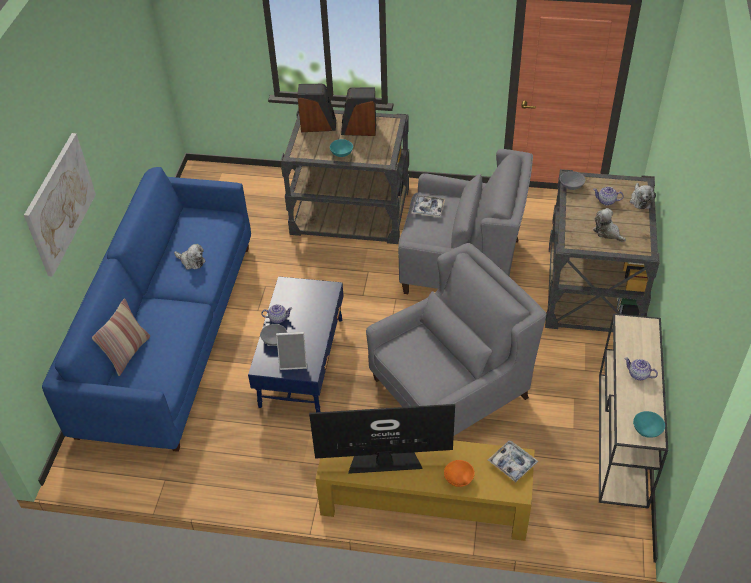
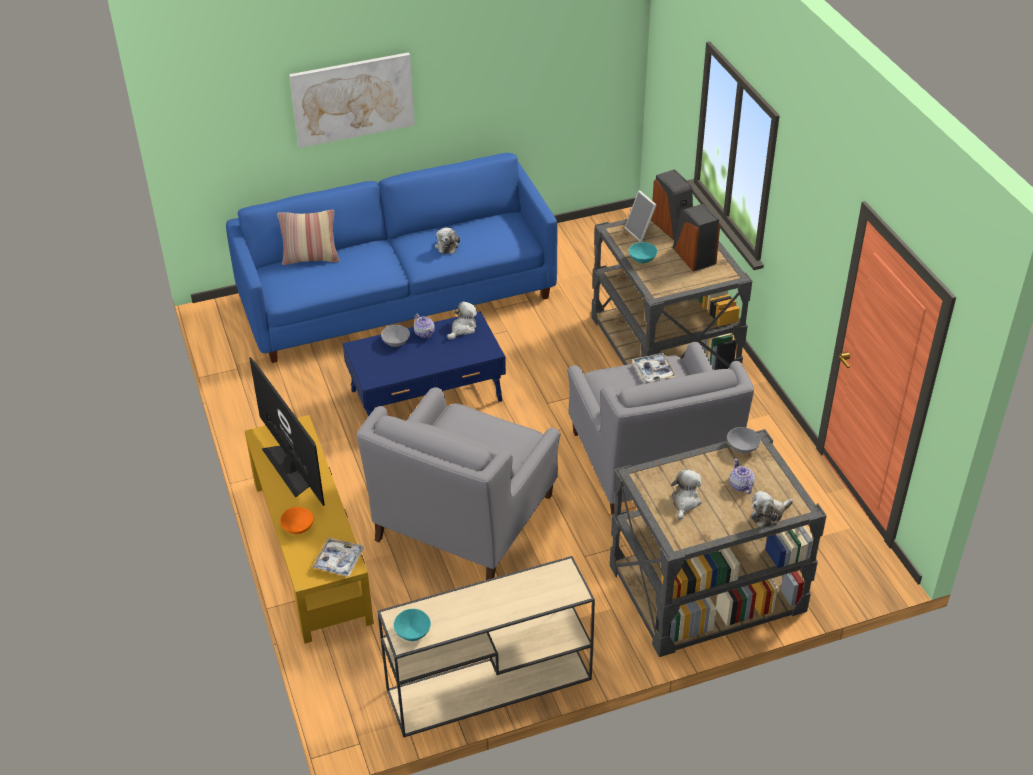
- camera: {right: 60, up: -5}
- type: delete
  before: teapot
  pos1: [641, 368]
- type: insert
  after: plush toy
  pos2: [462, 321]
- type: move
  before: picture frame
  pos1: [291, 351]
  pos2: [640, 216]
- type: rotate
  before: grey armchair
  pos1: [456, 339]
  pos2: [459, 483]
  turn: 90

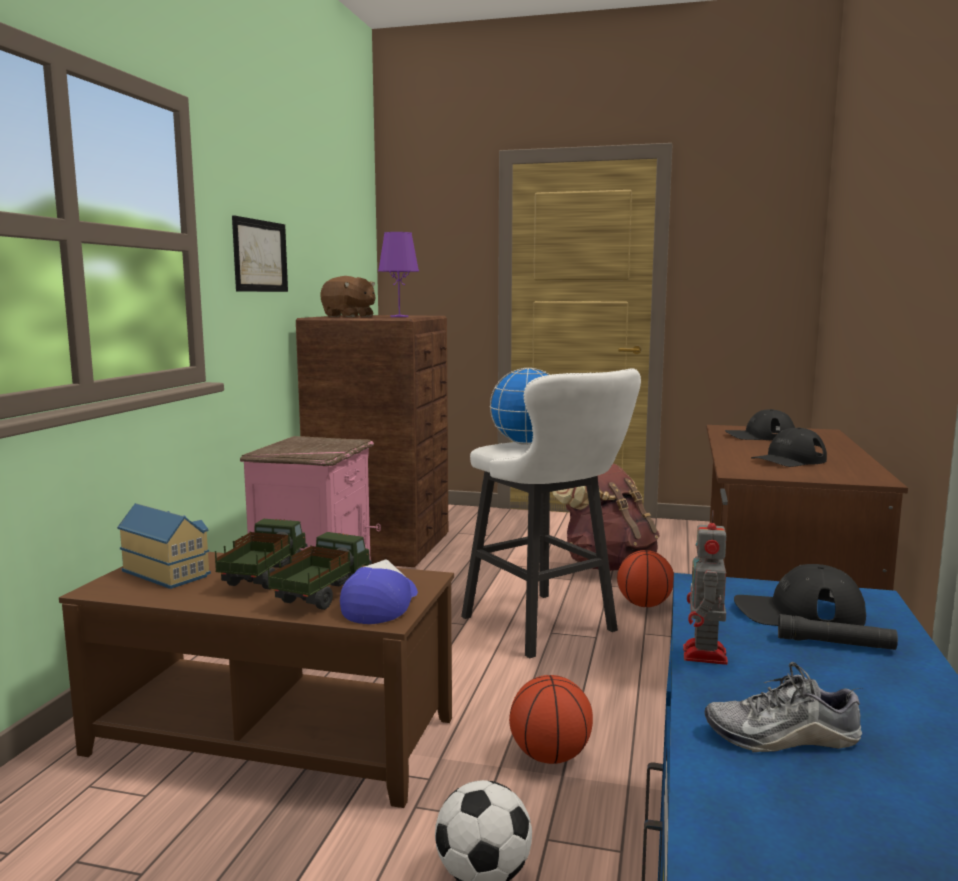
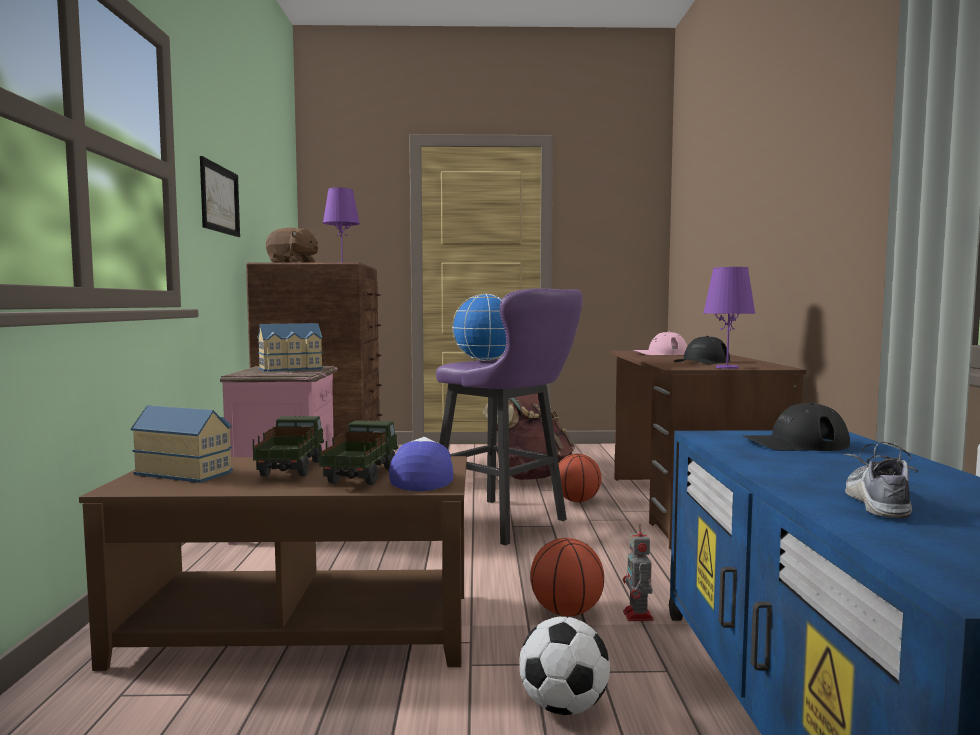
- camera: {right: -15, up: -5}
- type: delete
  before: black flashlight
  pos1: [838, 632]
- type: insert
  after: toy house
  pos2: [290, 347]
- type: insert
  after: purple table lamp
  pos2: [729, 318]
- type: move
  before: toy robot
  pos1: [705, 587]
  pos2: [638, 572]
- type: recolor
  before: white stool
  after: purple stool
  pos1: [551, 513]
  pos2: [509, 417]
- type: recolor
  before: black cap
  after: pink cap
  pos1: [760, 425]
  pos2: [660, 343]
- type: rotate
  before: shoe
  pos1: [783, 707]
  pos2: [881, 480]
  turn: 120

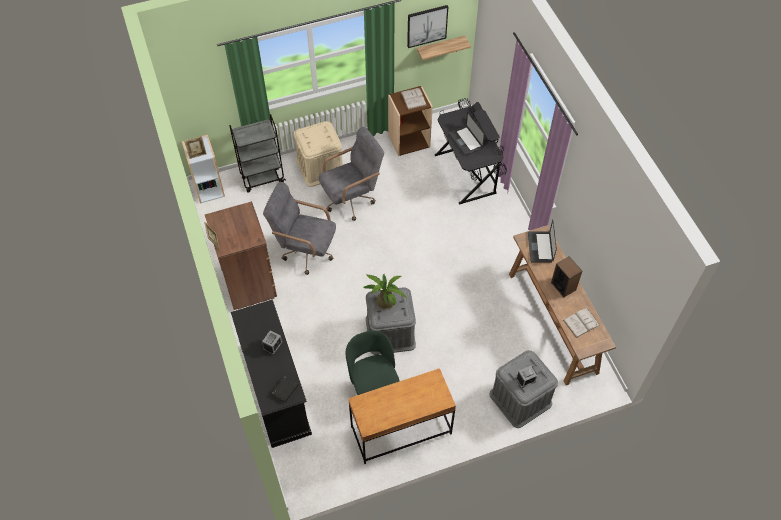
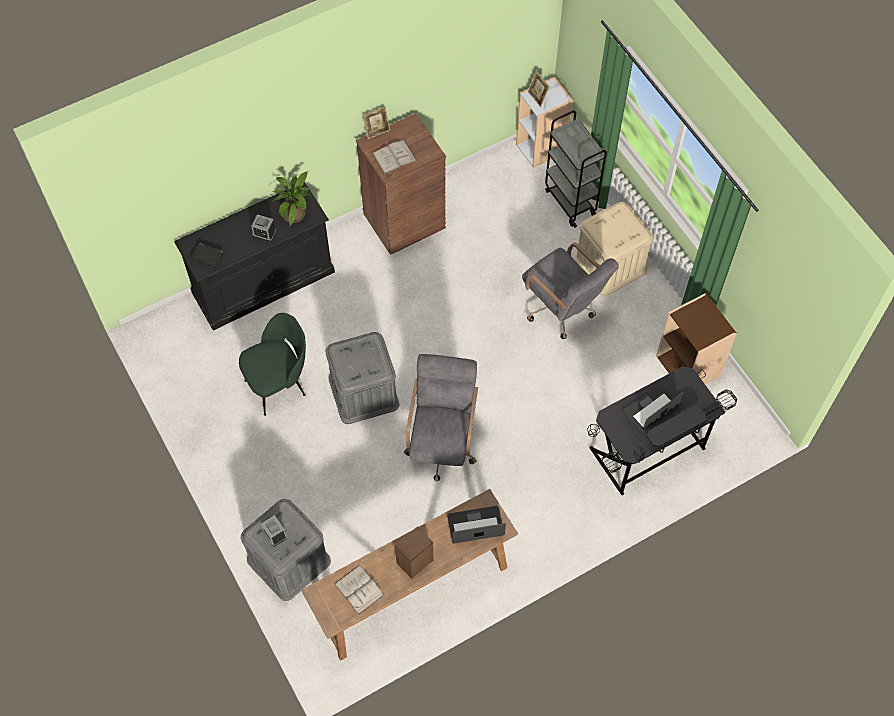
- camera: {right: 80, up: 5}
- type: delete
  before: brown desk
  pos1: [402, 416]
- type: delete
  before: picture
  pos1: [427, 26]
- type: delete
  before: shelf
  pos1: [444, 48]
- type: move
  before: grey office chair
  pos1: [299, 228]
  pos2: [441, 417]
- type: move
  before: potted plant
  pos1: [385, 292]
  pos2: [292, 198]
- type: move
  before: white book
  pos1: [414, 99]
  pos2: [394, 157]

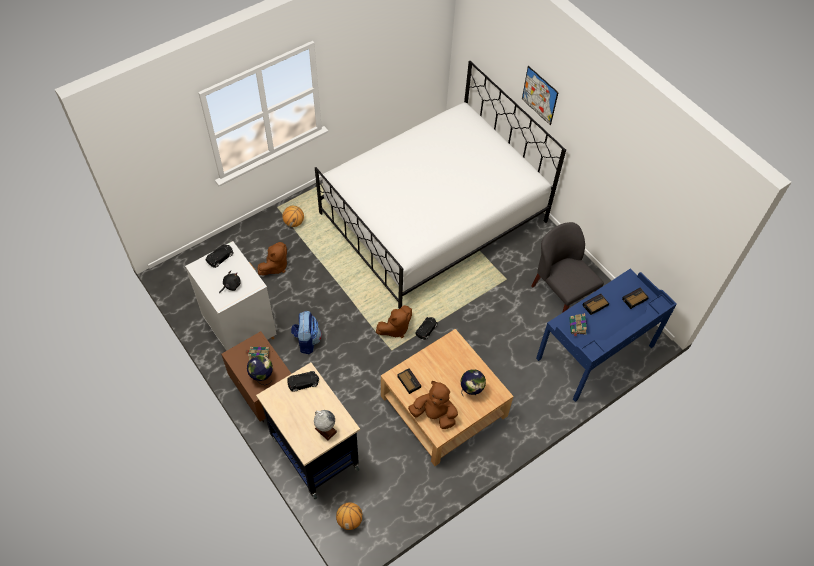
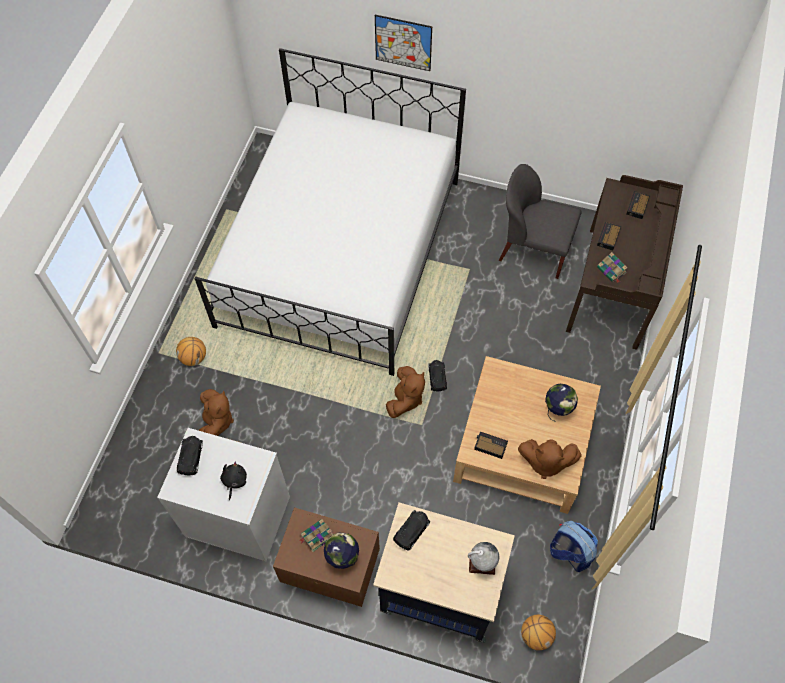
- camera: {right: -35, up: 5}
- type: move
  before: backpack
  pos1: [306, 332]
  pos2: [574, 546]
- type: recolor
  before: blue desk
  after: brown desk
  pos1: [606, 335]
  pos2: [624, 262]
- type: rotate
  before: brown plush toy
  pos1: [433, 405]
  pos2: [550, 459]
  turn: -150

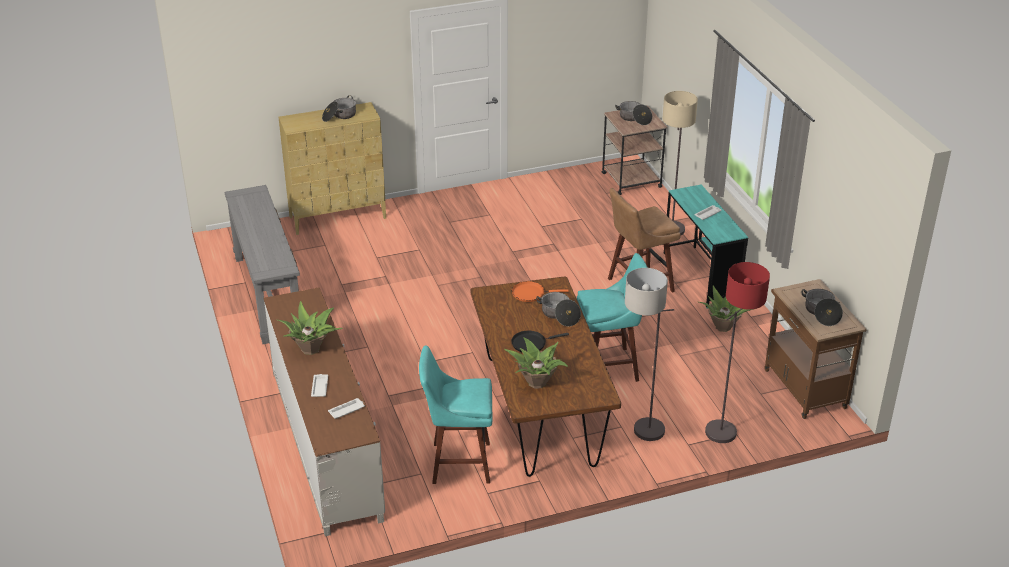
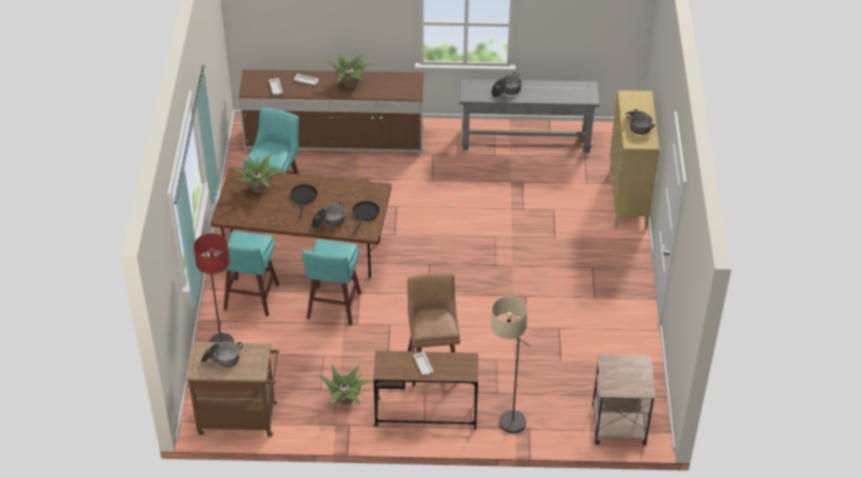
- camera: {right: 110, up: 10}
- type: move
  before: cooking pot
  pos1: [633, 113]
  pos2: [506, 84]
- type: replace
  before: grey floor lamp
  after: turquoise stool
  pos1: [649, 354]
  pos2: [247, 273]
- type: recolor
  before: orange frying pan
  after: black frying pan
  pos1: [540, 291]
  pos2: [366, 217]
- type: recolor
  before: turquoise desk
  after: brown desk
  pos1: [706, 246]
  pos2: [426, 390]

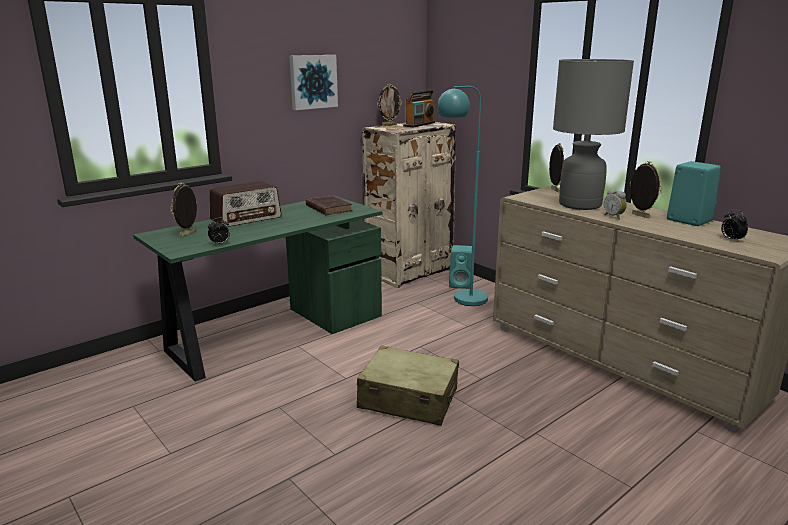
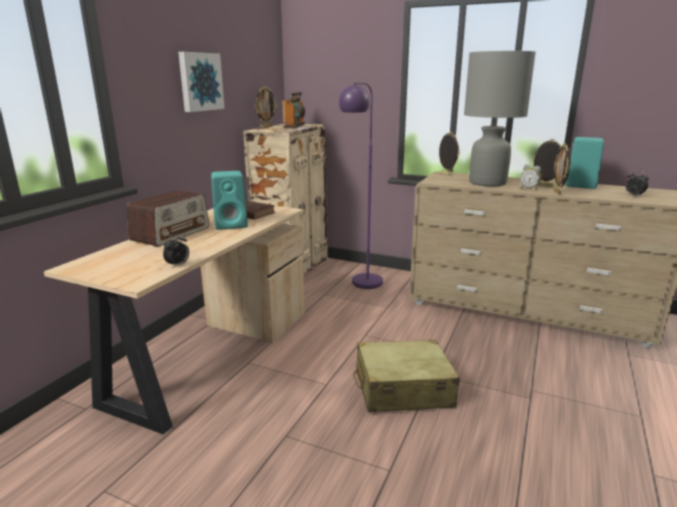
- camera: {right: -25, up: 0}
- type: move
  before: picture frame
  pos1: [183, 209]
  pos2: [562, 169]
- type: move
  before: turquoise speaker
  pos1: [460, 267]
  pos2: [229, 200]
- type: recolor
  before: green desk
  after: beige desk
  pos1: [257, 288]
  pos2: [174, 320]
- type: recolor
  before: turquoise floor lamp
  after: purple floor lamp
  pos1: [463, 196]
  pos2: [361, 185]

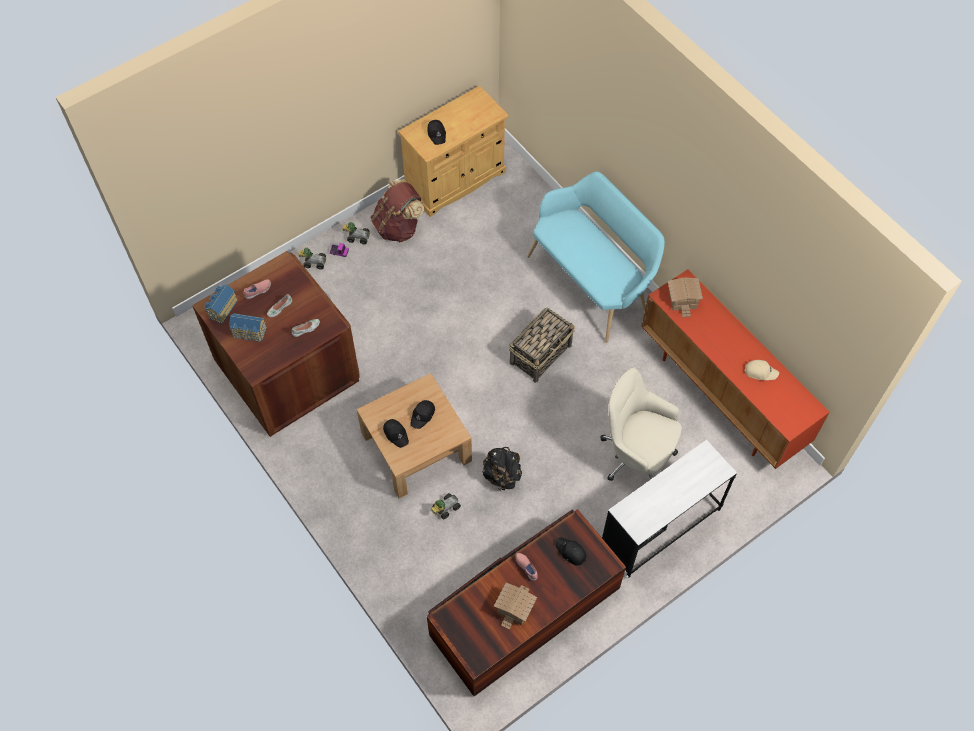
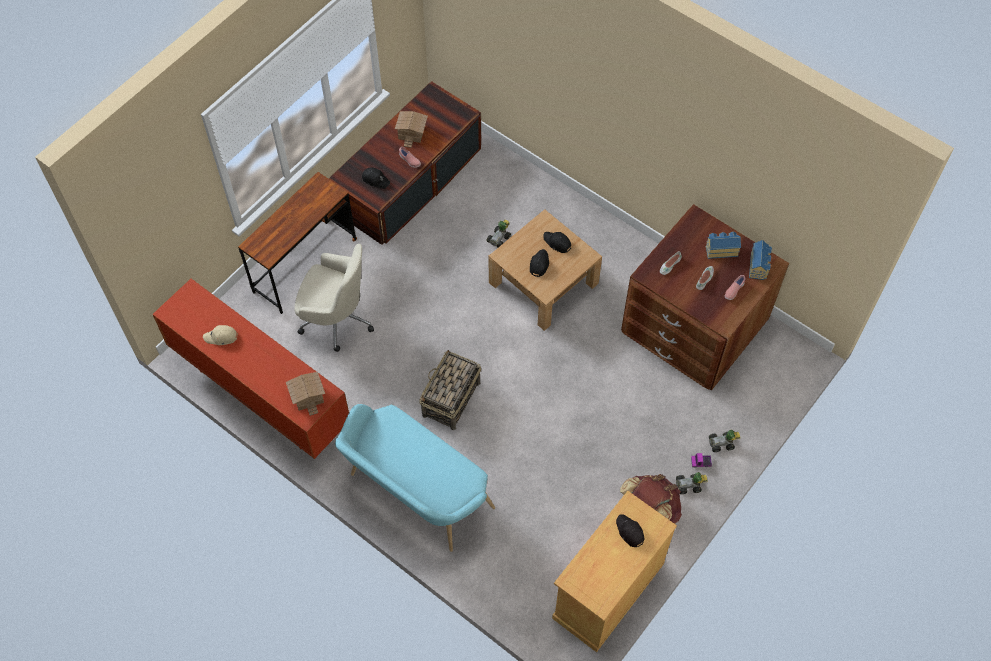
- camera: {right: 165, up: 0}
- type: delete
  before: black backpack
  pos1: [502, 469]
- type: recolor
  before: white desk
  after: brown desk
  pos1: [669, 509]
  pos2: [297, 243]

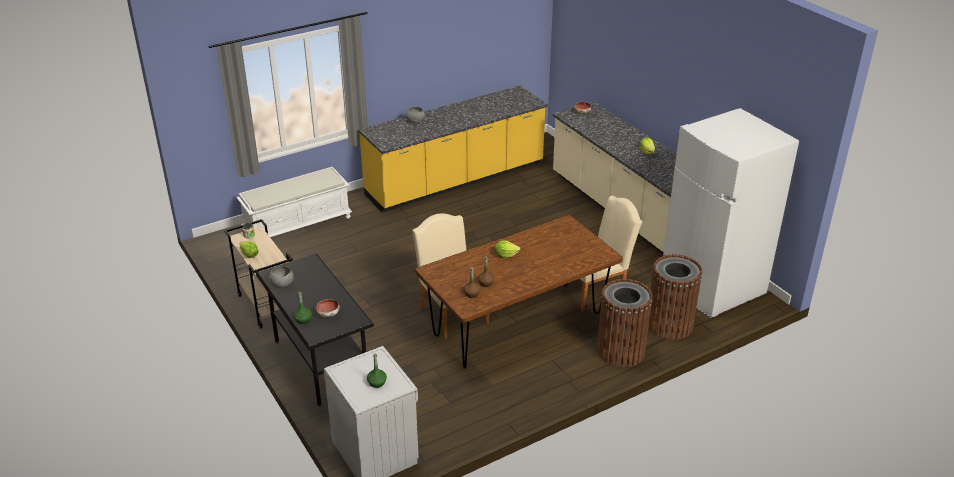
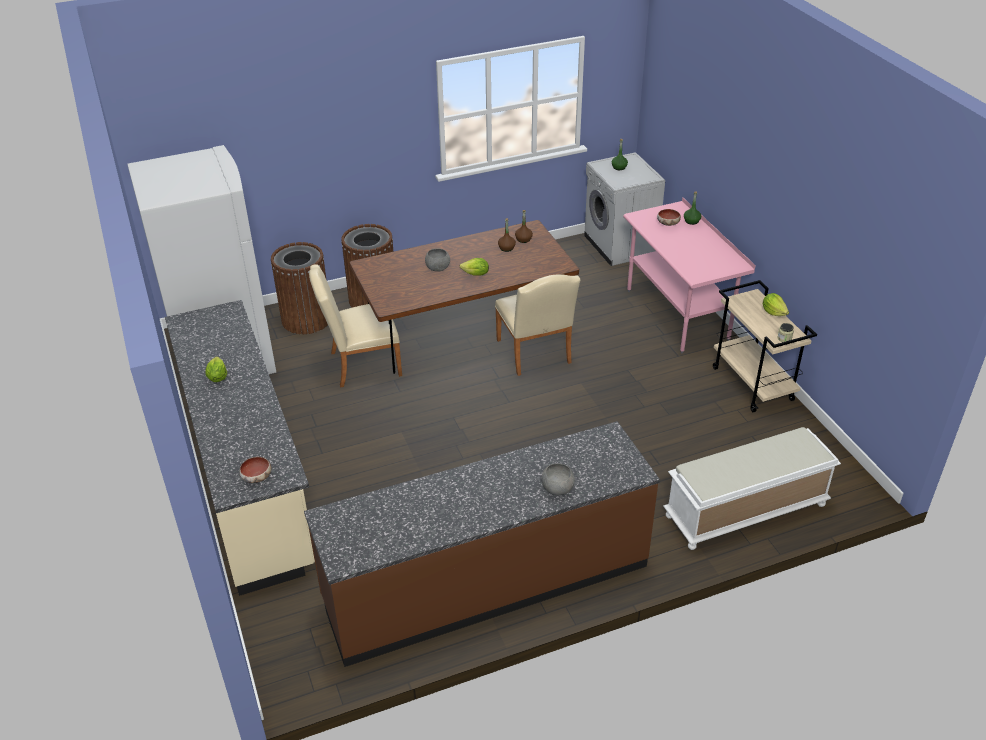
- camera: {right: -170, up: 5}
- type: move
  before: grey bowl
  pos1: [281, 277]
  pos2: [437, 260]
- type: recolor
  before: black desk
  after: pink desk
  pos1: [314, 330]
  pos2: [689, 275]
- type: recolor
  before: yellow counter
  after: brown counter
  pos1: [453, 149]
  pos2: [482, 544]

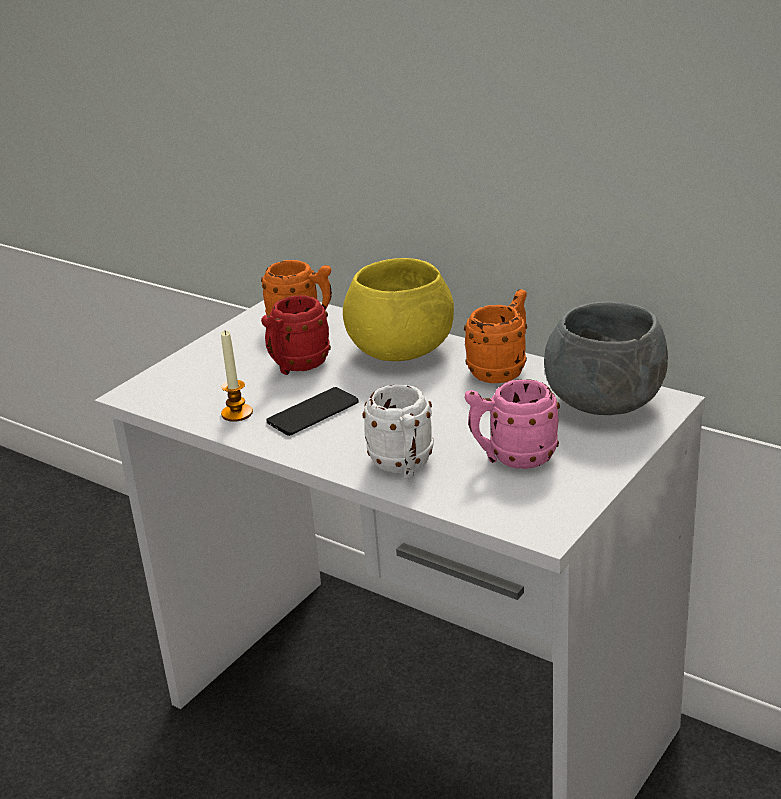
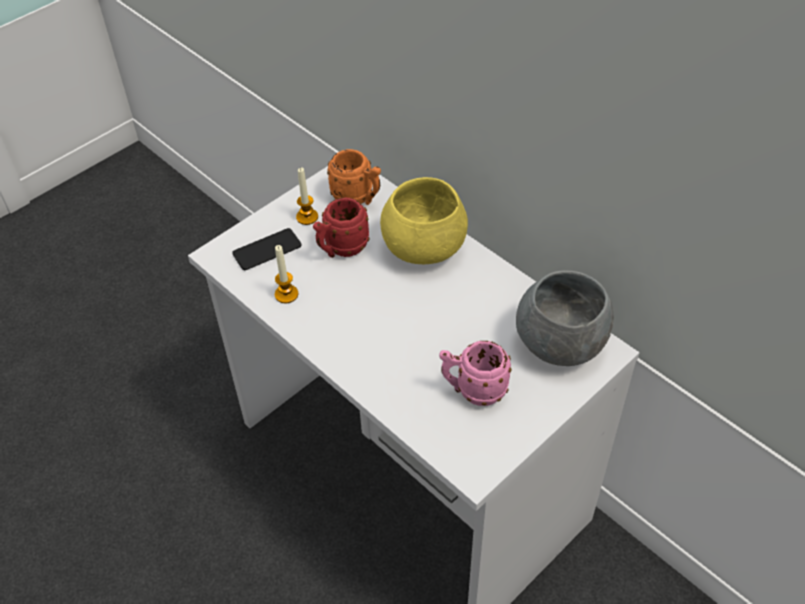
- camera: {right: 10, up: 20}
- type: delete
  before: white mug
  pos1: [398, 432]
- type: delete
  before: orange mug
  pos1: [495, 336]
- type: insert
  after: candle
  pos2: [307, 196]
- type: move
  before: phone
  pos1: [312, 411]
  pos2: [266, 249]

